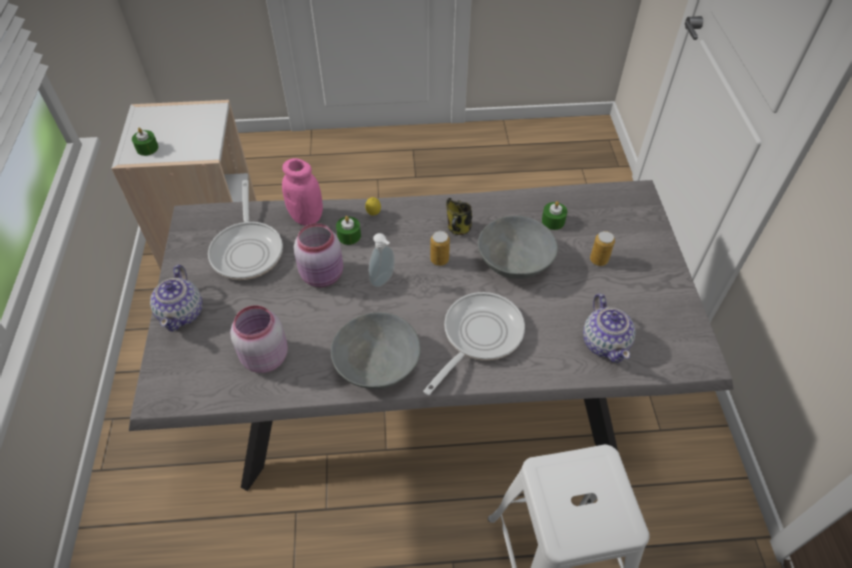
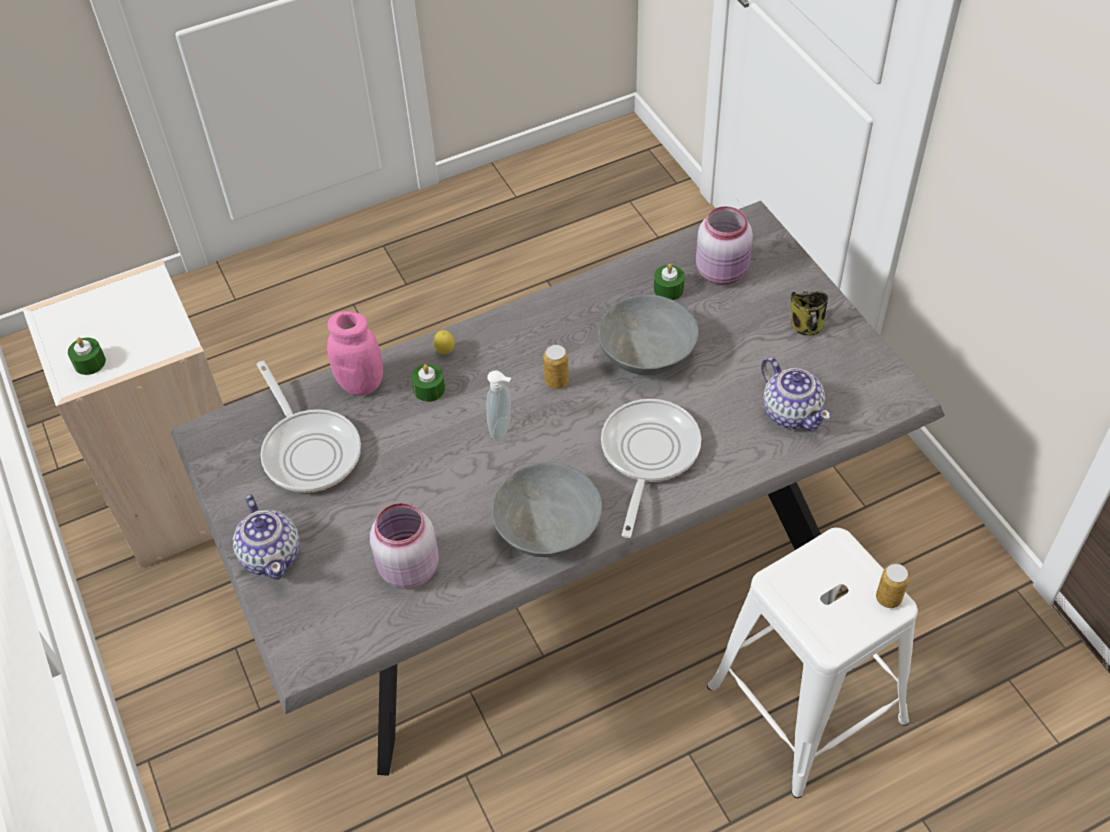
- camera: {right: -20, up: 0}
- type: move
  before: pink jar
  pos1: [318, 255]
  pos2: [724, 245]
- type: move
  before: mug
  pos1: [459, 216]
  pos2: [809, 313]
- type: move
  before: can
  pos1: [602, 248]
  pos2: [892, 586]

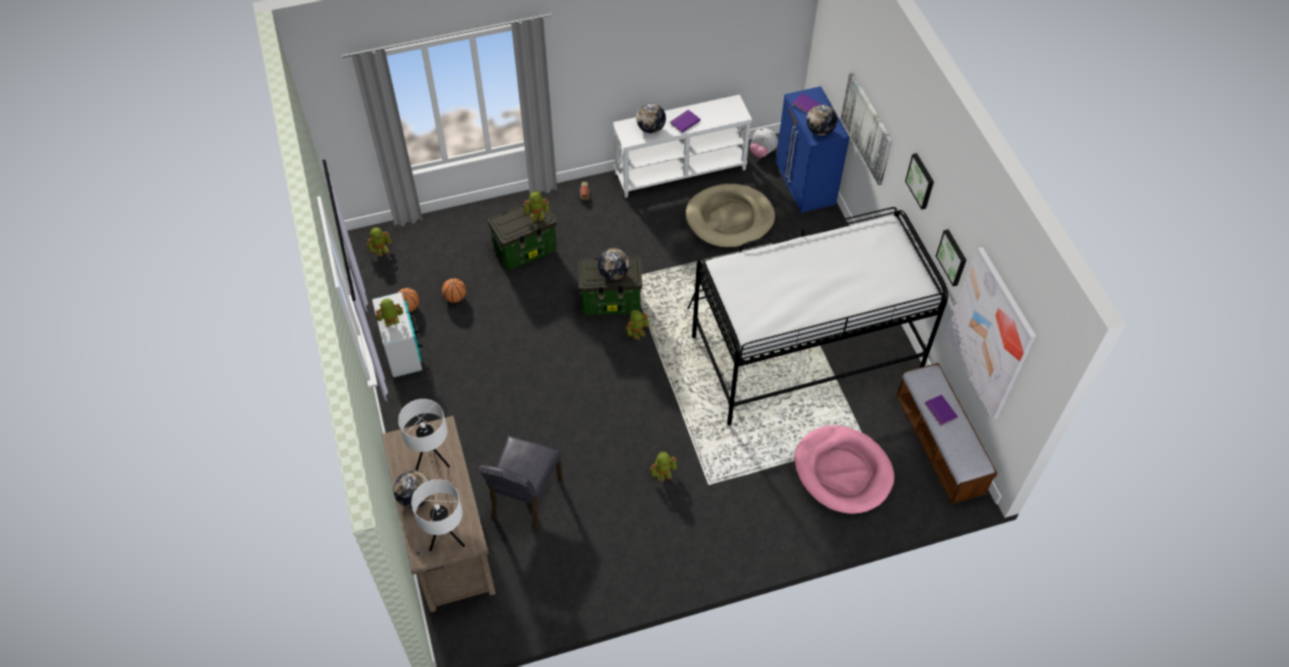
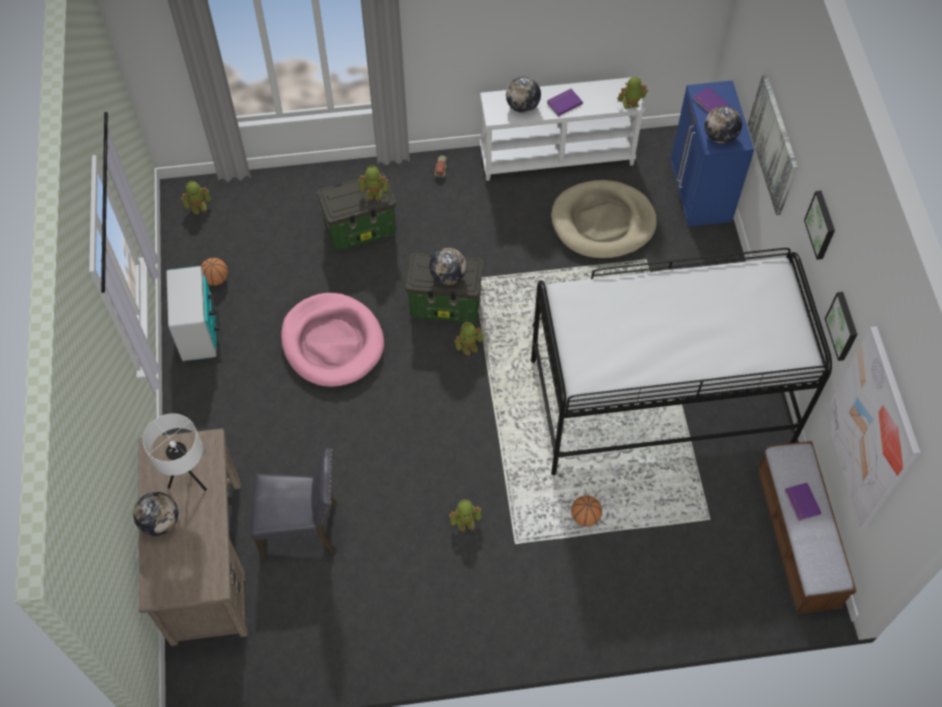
- camera: {right: 10, up: 5}
- type: delete
  before: white table lamp
  pos1: [438, 517]
- type: delete
  before: plush toy
  pos1: [764, 143]
- type: move
  before: toy robot
  pos1: [389, 312]
  pos2: [633, 93]
- type: move
  before: basketball
  pos1: [454, 290]
  pos2: [586, 511]
- type: move
  before: pink dog bed
  pos1: [844, 470]
  pos2: [332, 340]
- type: rotate
  before: grey chair
  pos1: [520, 483]
  pos2: [294, 503]
  turn: -120

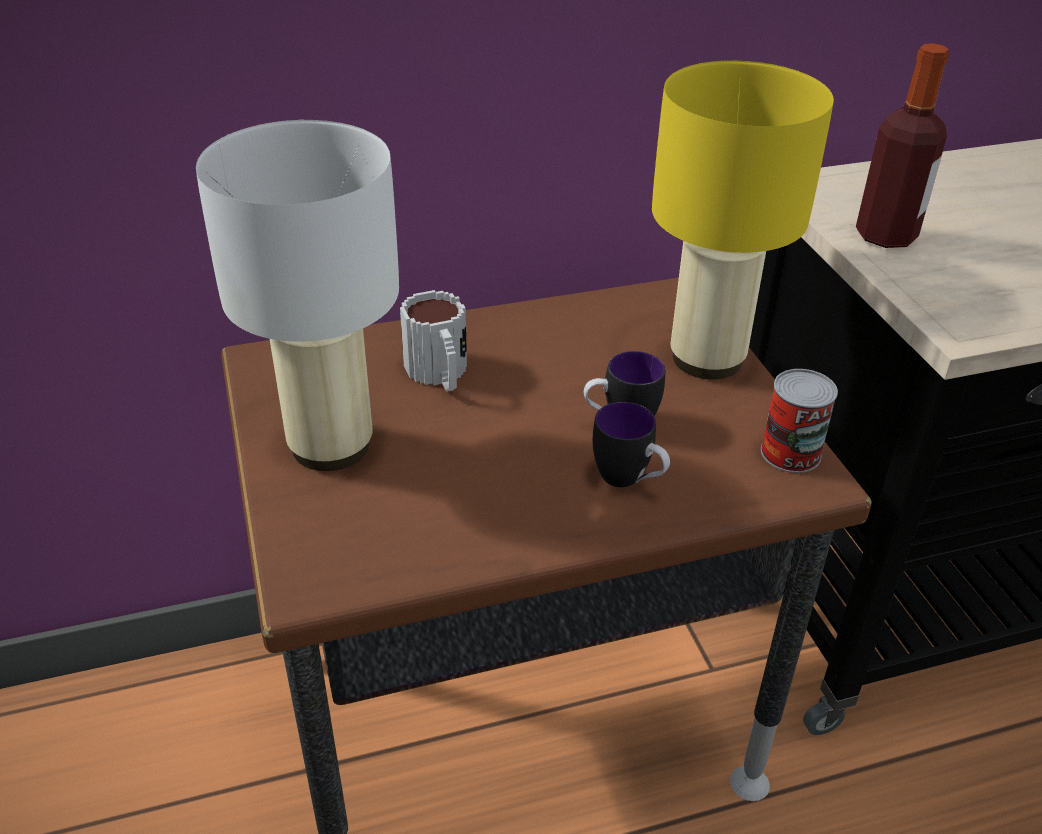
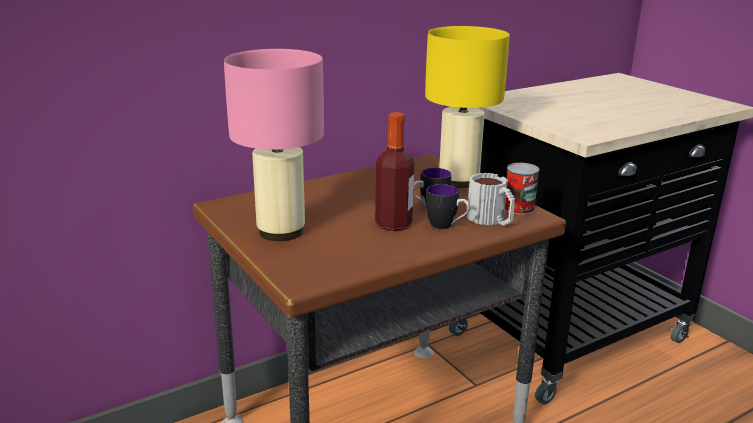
- camera: {right: -15, up: -15}
- type: move
  before: mug
  pos1: [433, 341]
  pos2: [491, 199]
- type: move
  before: bottle
  pos1: [902, 145]
  pos2: [394, 171]
- type: recolor
  before: white table lamp
  after: pink table lamp
  pos1: [297, 295]
  pos2: [274, 145]

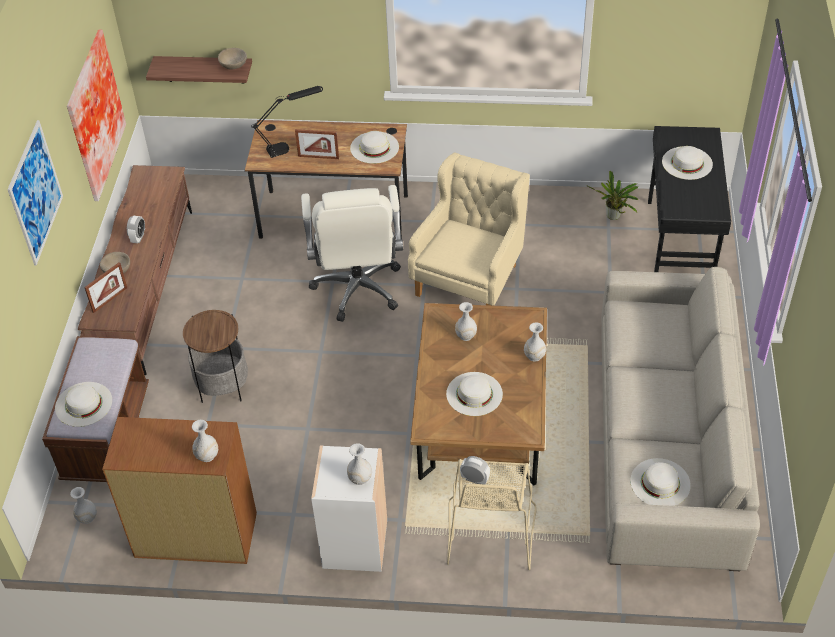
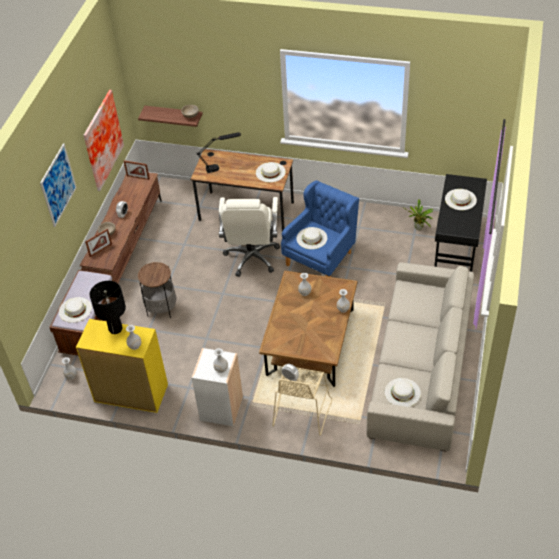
- camera: {right: 10, up: 0}
- type: insert
  after: black table lamp
  pos2: [108, 307]
- type: move
  before: picture frame
  pos1: [317, 144]
  pos2: [137, 170]
- type: move
  before: white hat
  pos1: [474, 394]
  pos2: [311, 238]
- type: recolor
  before: brown cabinet
  after: yellow cabinet
  pos1: [179, 490]
  pos2: [122, 366]
- type: recolor
  before: beige armchair
  after: blue armchair
  pos1: [469, 229]
  pos2: [320, 228]

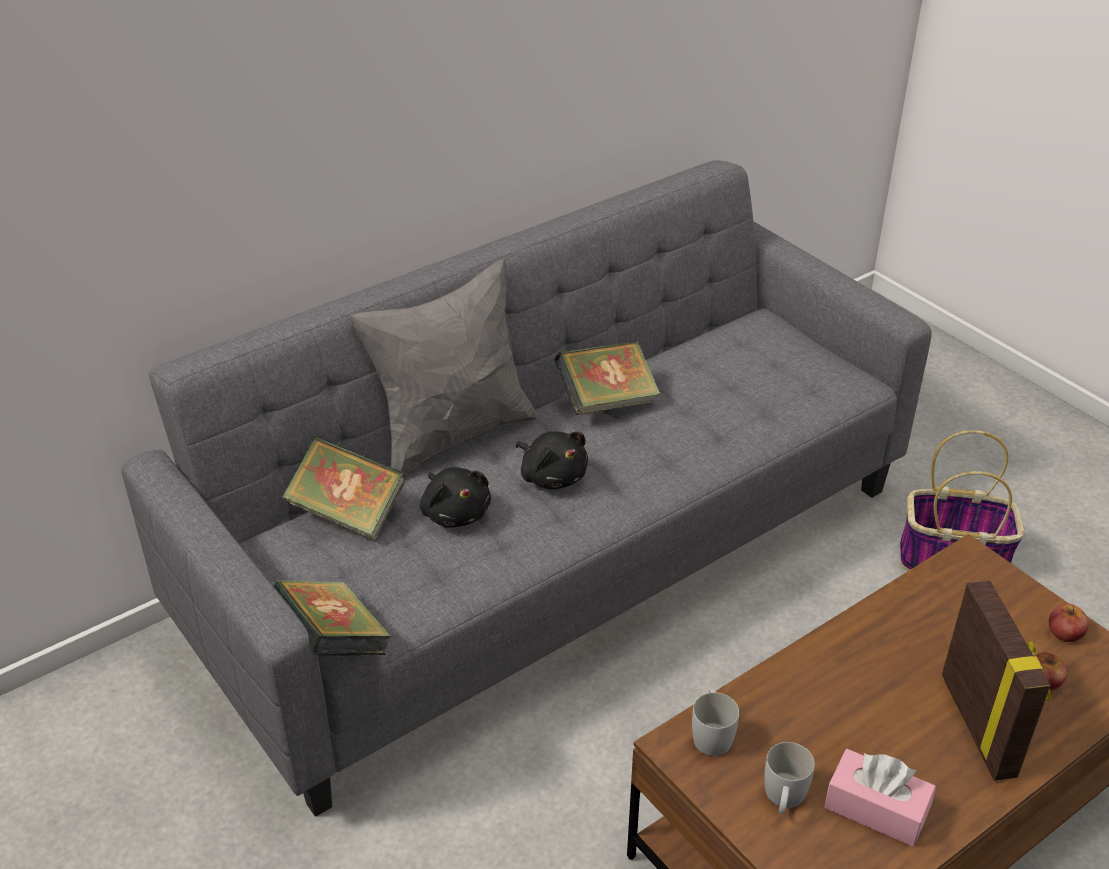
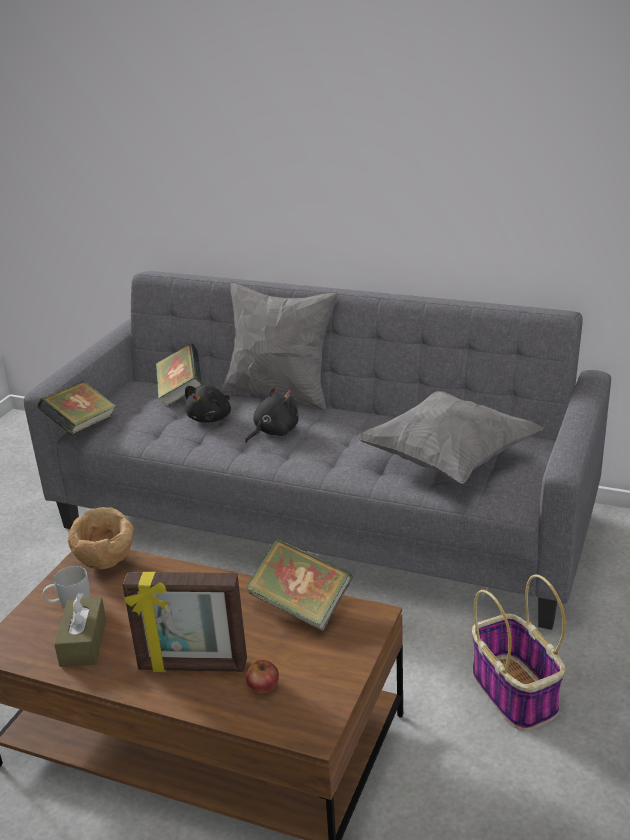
- camera: {right: 60, up: -10}
- type: delete
  before: apple
  pos1: [1068, 623]
- type: insert
  after: grey pillow
  pos2: [450, 438]
- type: move
  before: book
  pos1: [607, 378]
  pos2: [299, 584]
- type: replace
  before: white mug
  after: brown bowl
  pos1: [715, 722]
  pos2: [101, 538]
- type: recolor
  before: pink tissue box
  after: brown tissue box
  pos1: [880, 797]
  pos2: [80, 630]
- type: rotate
  before: black plush toy
  pos1: [552, 460]
  pos2: [272, 415]
  turn: -150
- type: rotate
  before: picture frame
  pos1: [997, 681]
  pos2: [184, 622]
  turn: 45

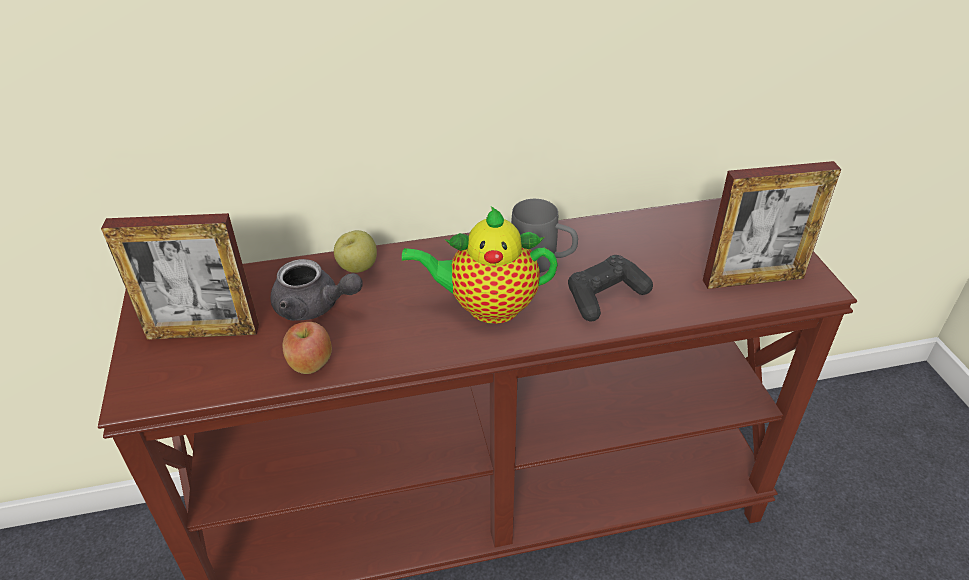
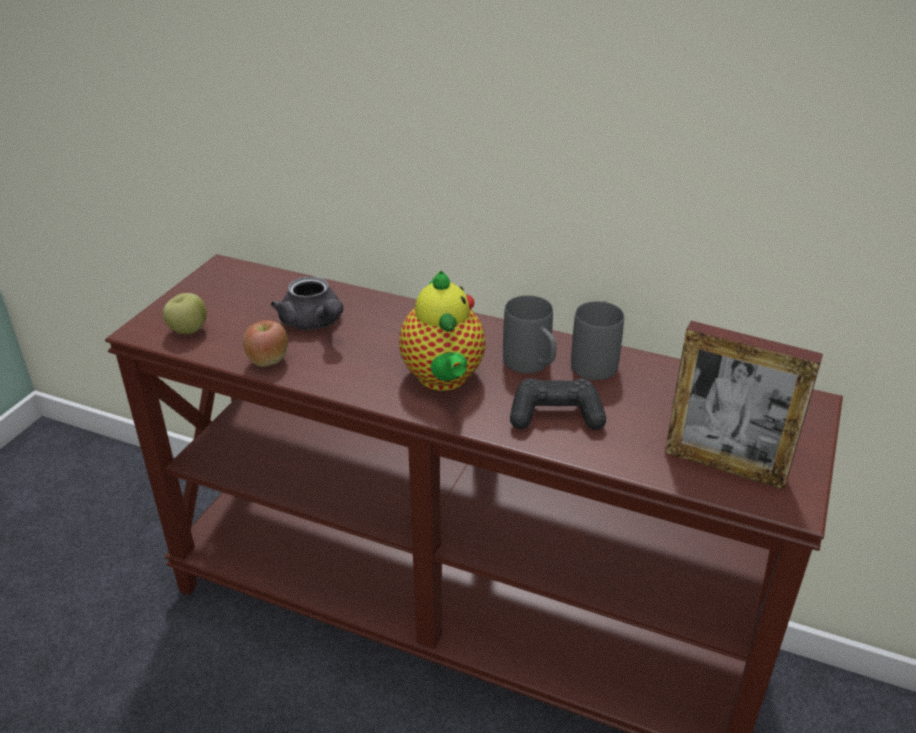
- camera: {right: 35, up: -5}
- type: delete
  before: picture frame
  pos1: [180, 276]
- type: insert
  after: grey mug
  pos2: [597, 340]
- type: move
  before: apple
  pos1: [355, 251]
  pos2: [184, 313]
- type: rotate
  before: teapot
  pos1: [479, 265]
  pos2: [442, 331]
  turn: -135

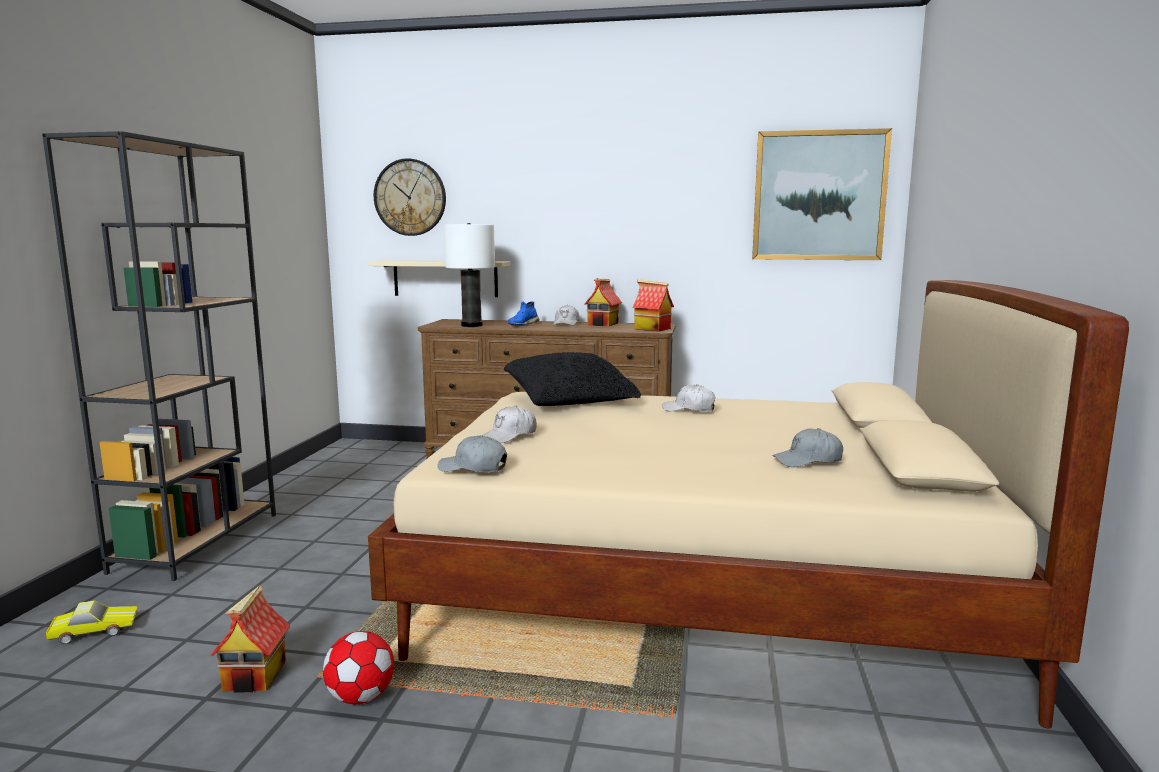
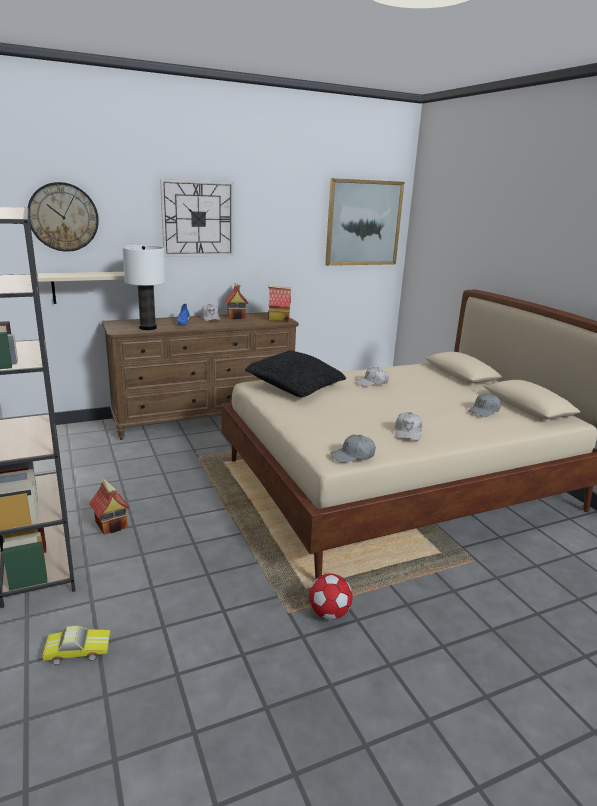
- camera: {right: -35, up: 10}
- type: insert
  after: wall clock
  pos2: [197, 218]
- type: move
  before: toy house
  pos1: [250, 639]
  pos2: [109, 506]
- type: move
  before: white cap
  pos1: [509, 424]
  pos2: [408, 426]
- type: rotate
  before: toy car
  pos1: [92, 622]
  pos2: [76, 645]
  turn: 45

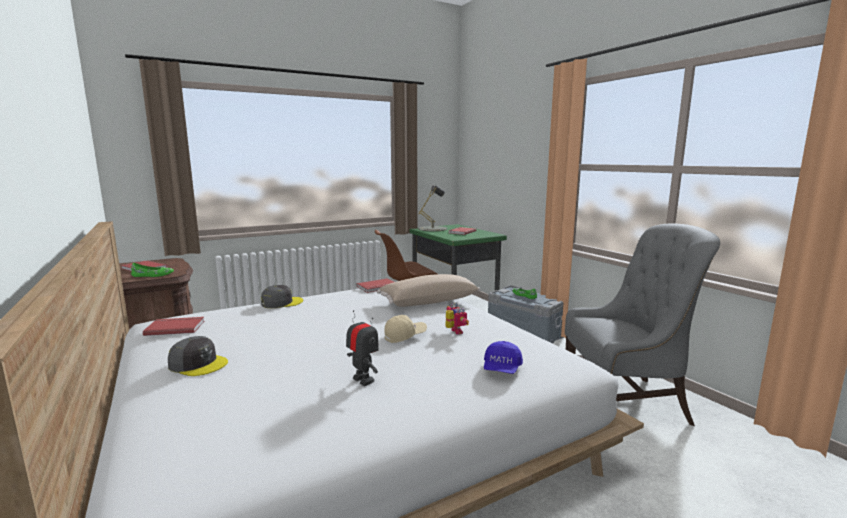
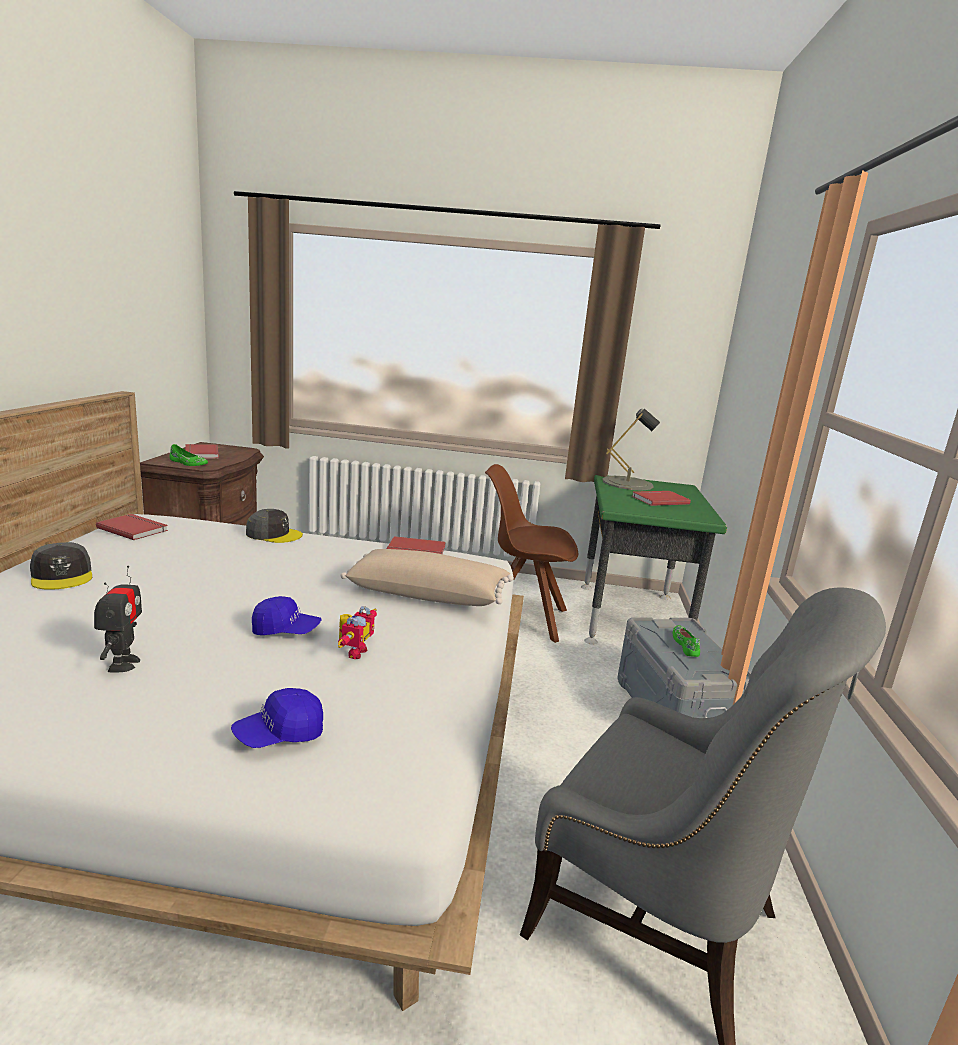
- camera: {right: 35, up: 5}
- type: recolor
  before: beige cap
  after: blue cap
  pos1: [406, 329]
  pos2: [287, 615]

